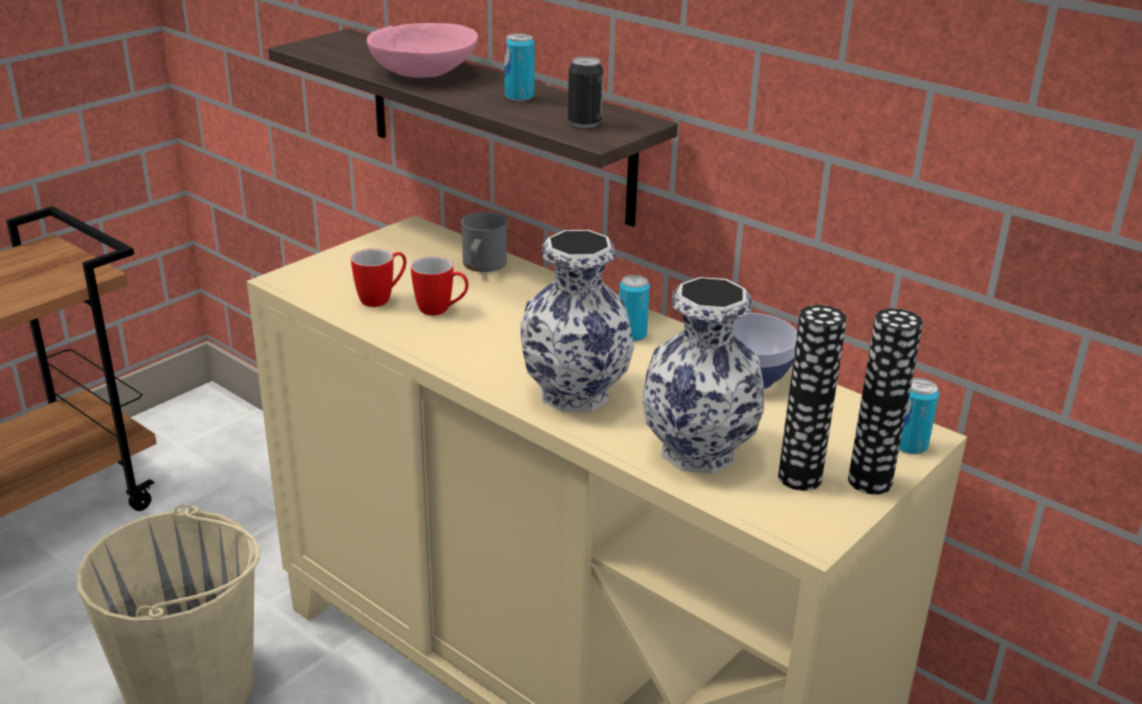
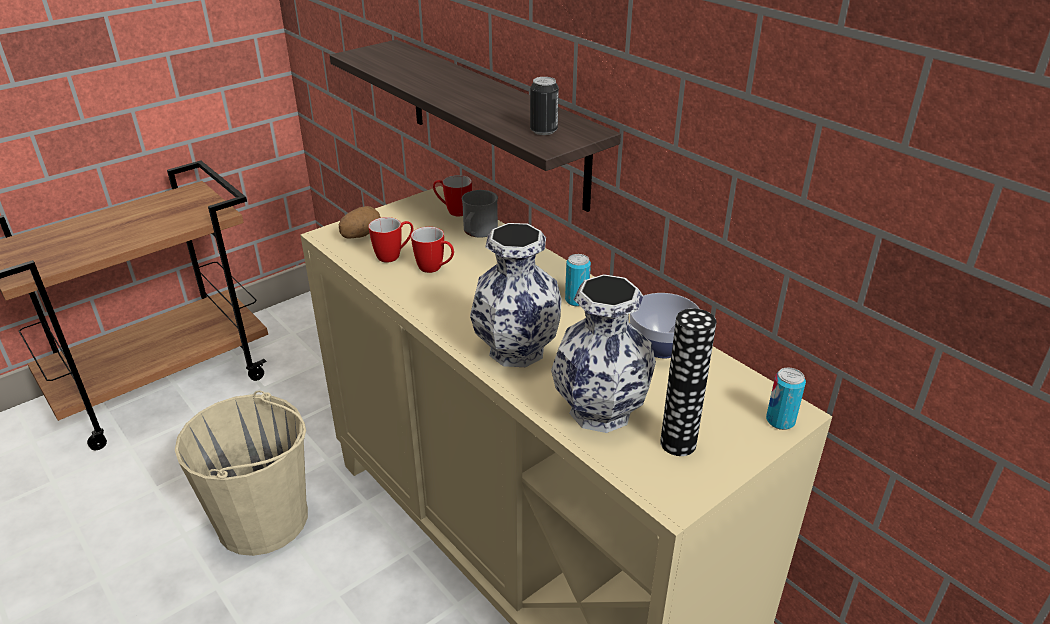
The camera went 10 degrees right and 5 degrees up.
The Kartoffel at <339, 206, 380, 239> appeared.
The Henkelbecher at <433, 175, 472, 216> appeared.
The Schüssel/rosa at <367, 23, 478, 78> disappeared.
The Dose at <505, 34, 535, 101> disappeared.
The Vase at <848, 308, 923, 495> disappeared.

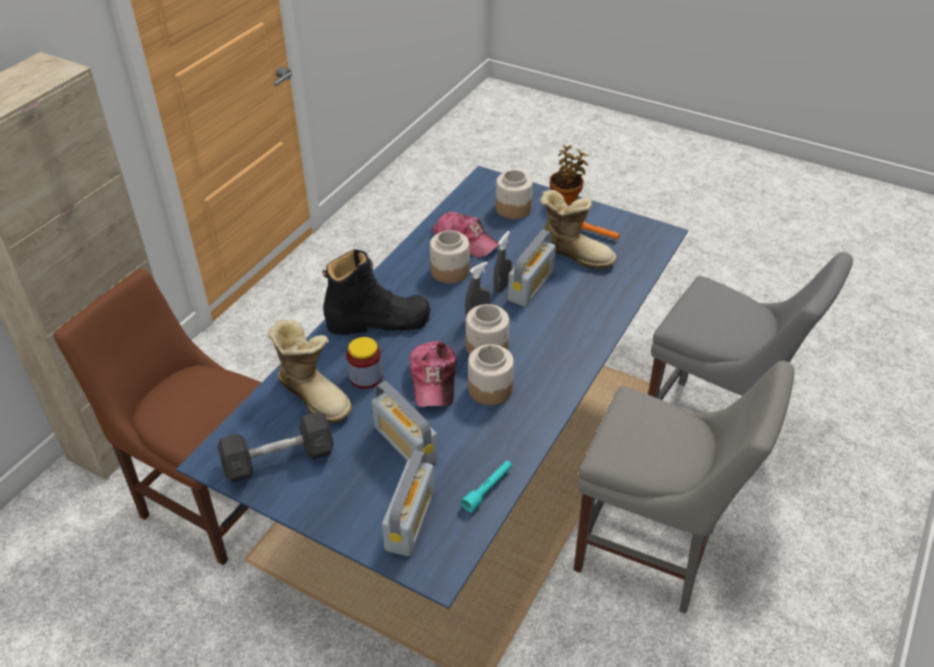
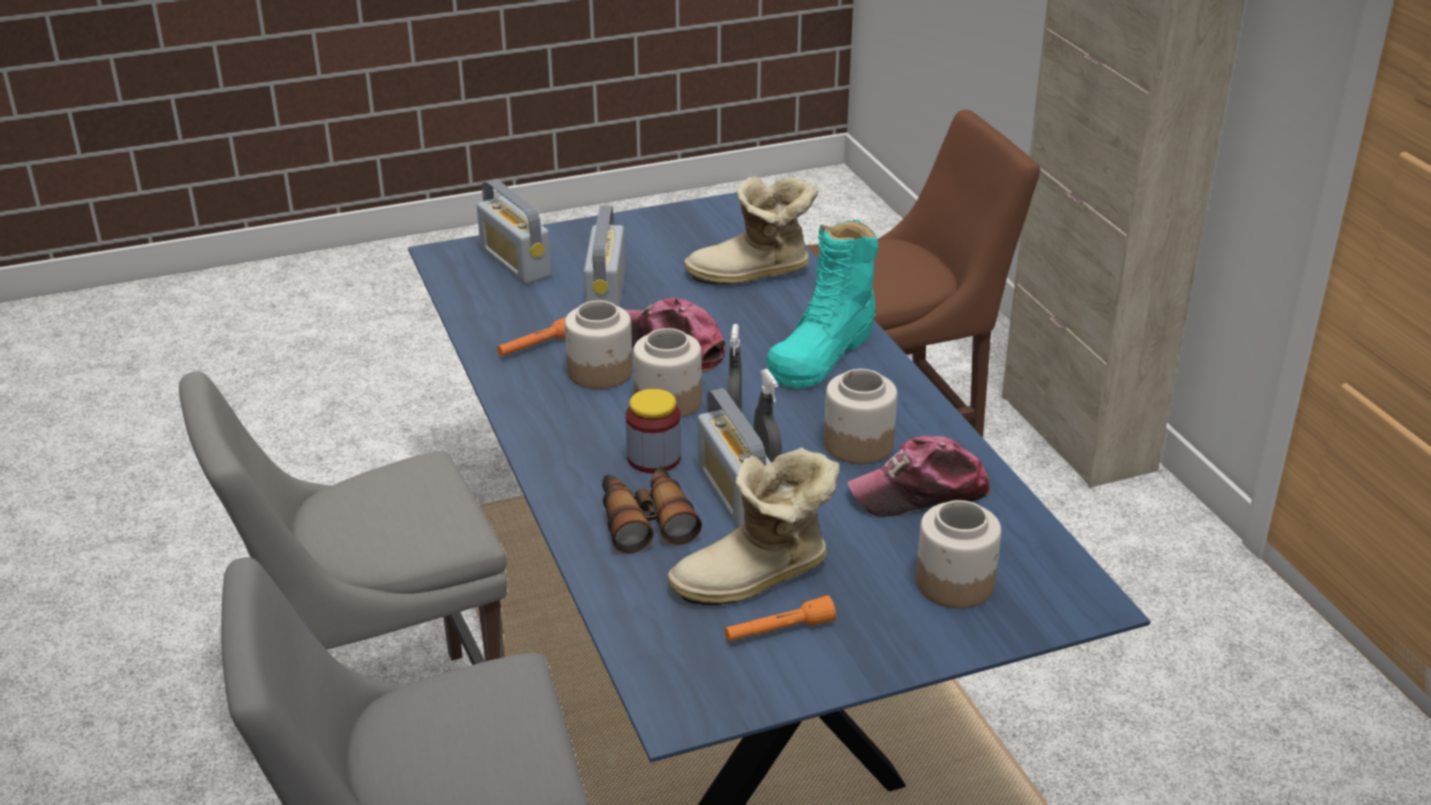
The camera went 130 degrees right and 10 degrees down.
The Taschenlampe/orange at <497, 317, 566, 356> appeared.
The Radio at <372, 381, 438, 464> turned 90 degrees counterclockwise.
The Fernglas at <602, 466, 702, 554> appeared.
The Vorratsglas moved from <346, 337, 383, 389> to <626, 389, 681, 473>.
The Stiefel/schwarz at <323, 249, 431, 335> became the Stiefel/türkis at <766, 220, 878, 388>.
The Hantel/grau at <218, 411, 334, 483> disappeared.
The Taschenlampe/türkis at <461, 461, 512, 512> disappeared.
The Topfpflanze at <550, 145, 589, 206> disappeared.

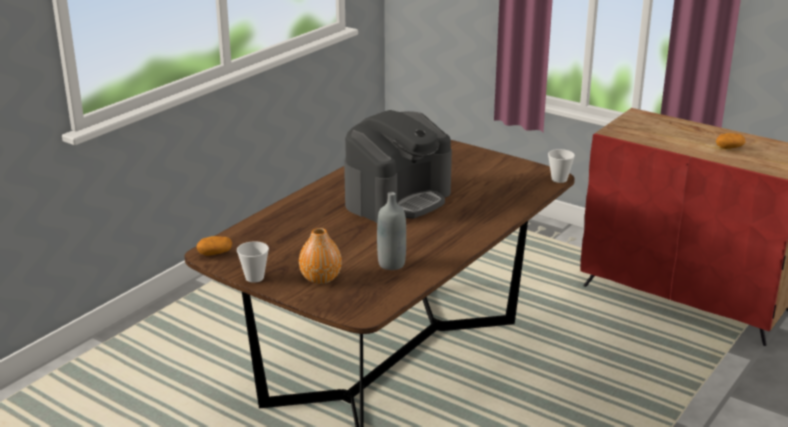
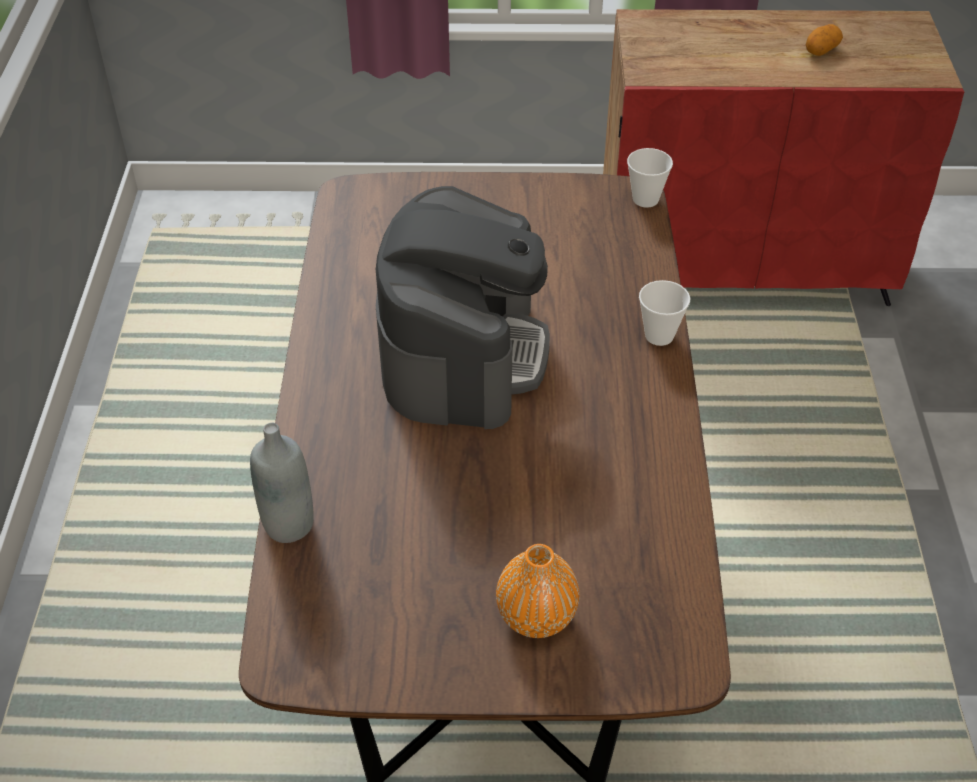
The camera went 35 degrees left and 20 degrees up.
The Flasche/grau moved from <377, 192, 406, 270> to <250, 423, 314, 543>.
The Tasse moved from <237, 241, 269, 283> to <639, 280, 690, 346>.
The Kartoffel at <197, 236, 232, 256> disappeared.

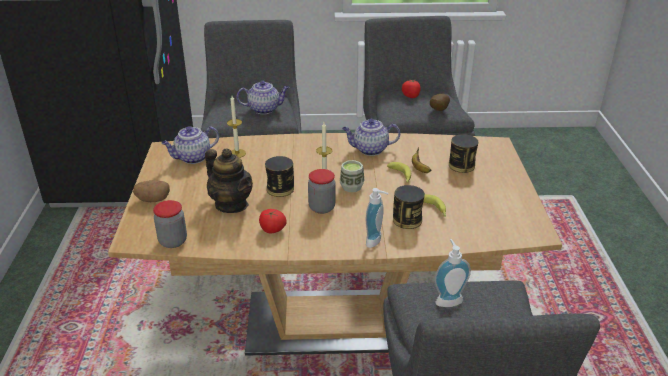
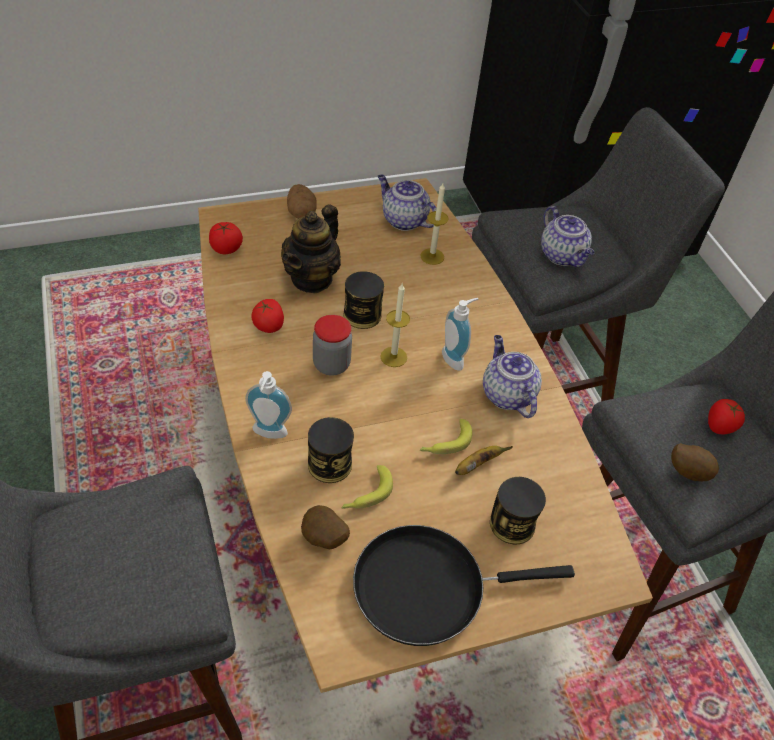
The camera went 70 degrees right and 15 degrees up.
The Vorratsglas at <153, 200, 187, 248> was replaced by the Tomate at <209, 222, 243, 254>.
The Kartoffel at <301, 505, 350, 549> appeared.
The Pfanne/schwarz at <353, 525, 575, 646> appeared.
The Seifenspender moved from <434, 239, 471, 307> to <442, 298, 478, 371>.
The Tasse at <339, 160, 364, 192> disappeared.

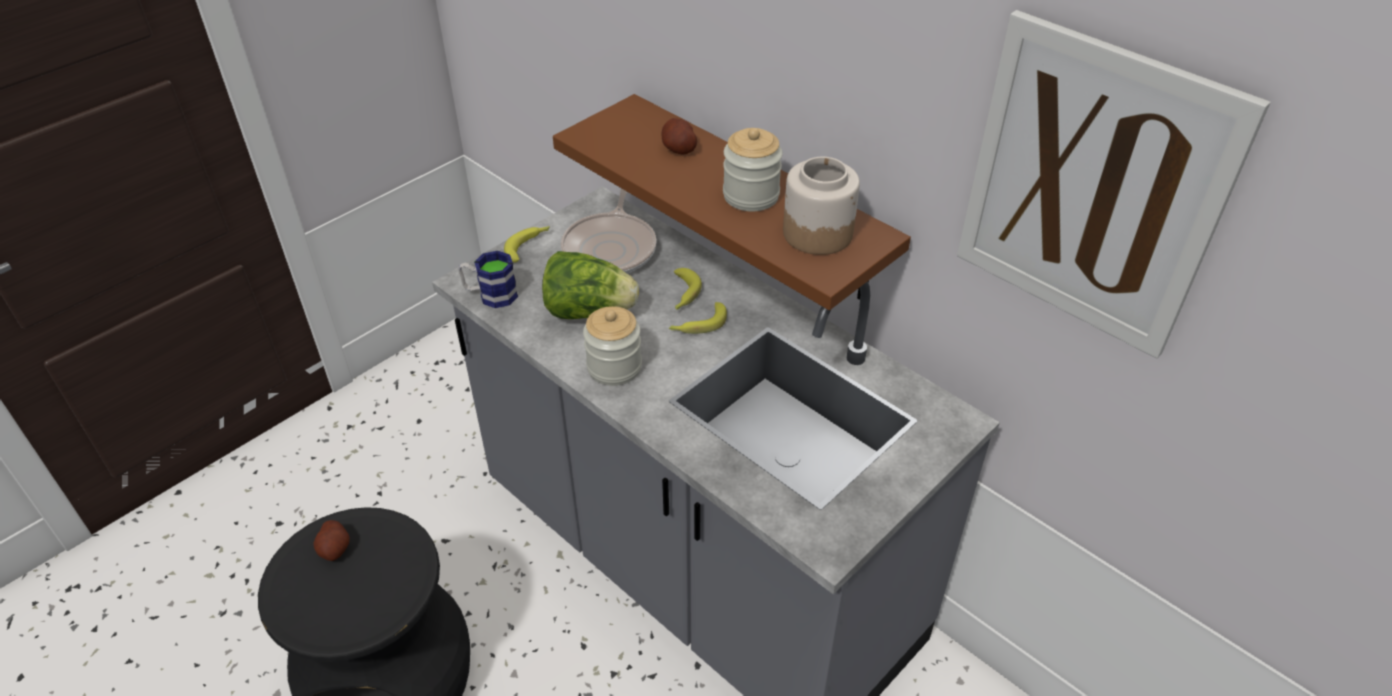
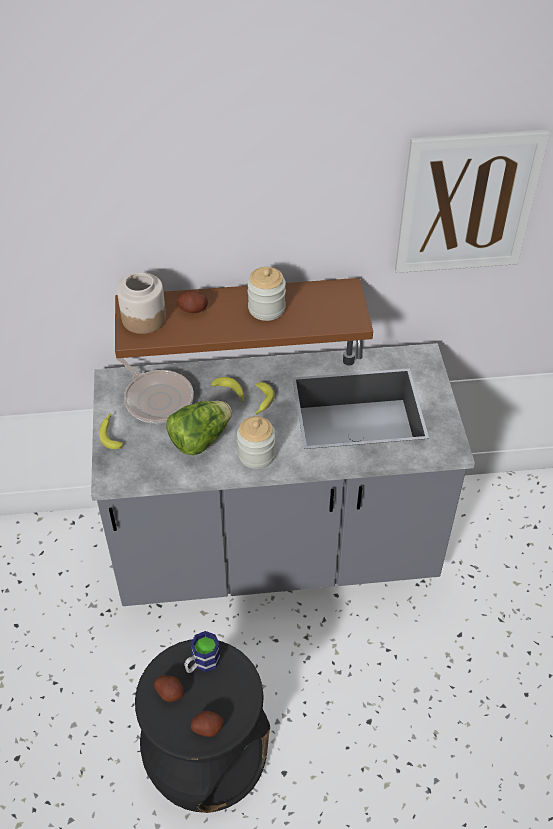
The camera went 50 degrees left and 5 degrees up.
The Vorratsglas moved from <783, 157, 860, 255> to <117, 272, 166, 334>.
The Henkelbecher moved from <459, 251, 518, 308> to <184, 631, 221, 673>.
The Kartoffel at <191, 711, 224, 737> appeared.

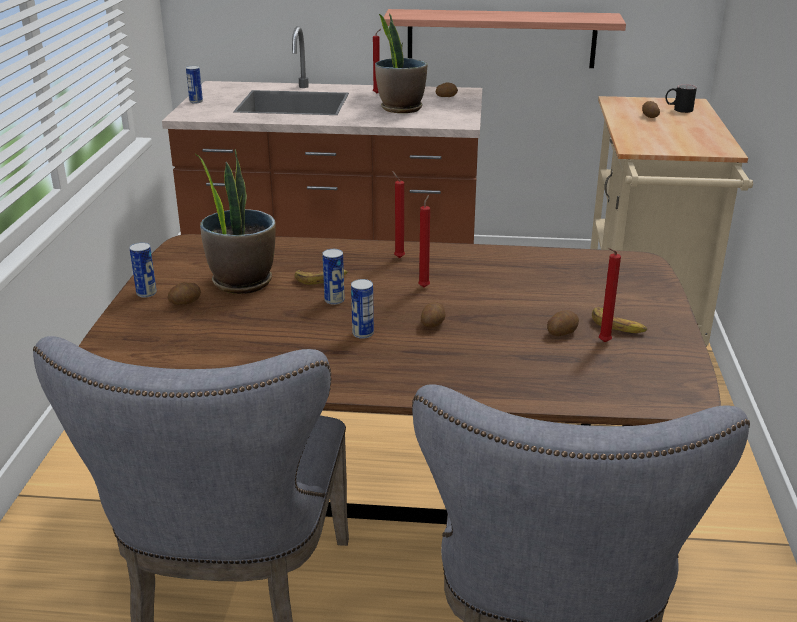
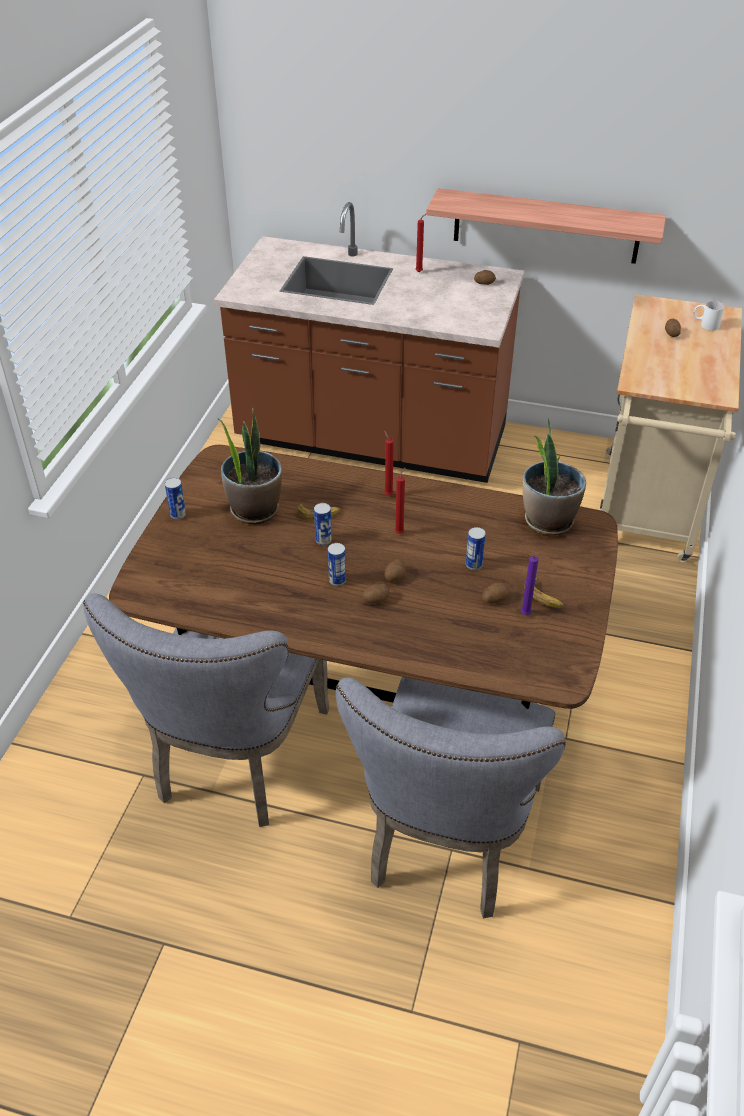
The camera went 10 degrees right and 15 degrees up.
The Kartoffel moved from <168, 282, 201, 305> to <362, 584, 390, 604>.
The Dose moved from <186, 66, 203, 104> to <466, 527, 486, 570>.
The Kerze/rot at <599, 248, 621, 342> became the Kerze/lila at <521, 555, 539, 615>.
The Topfpflanze moved from <375, 13, 427, 113> to <523, 419, 586, 535>.
The Henkelbecher/schwarz at <665, 84, 697, 113> became the Henkelbecher/weiß at <694, 301, 725, 331>.

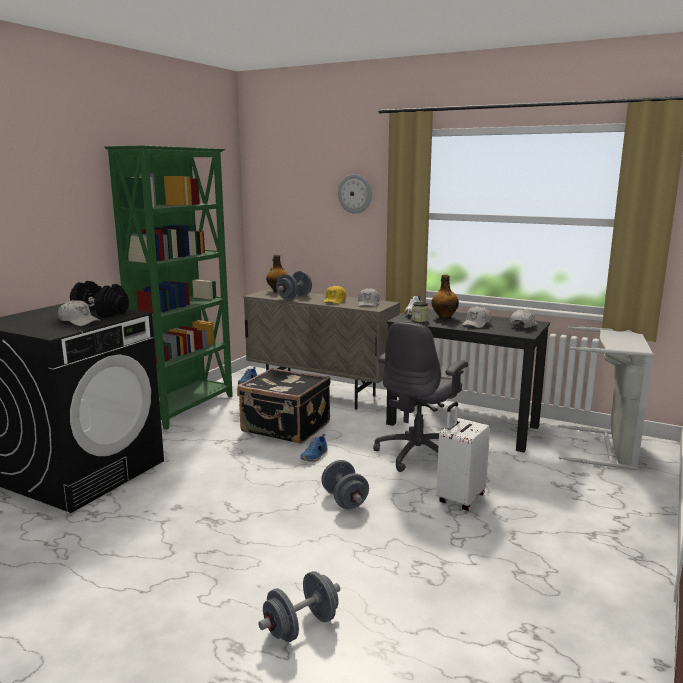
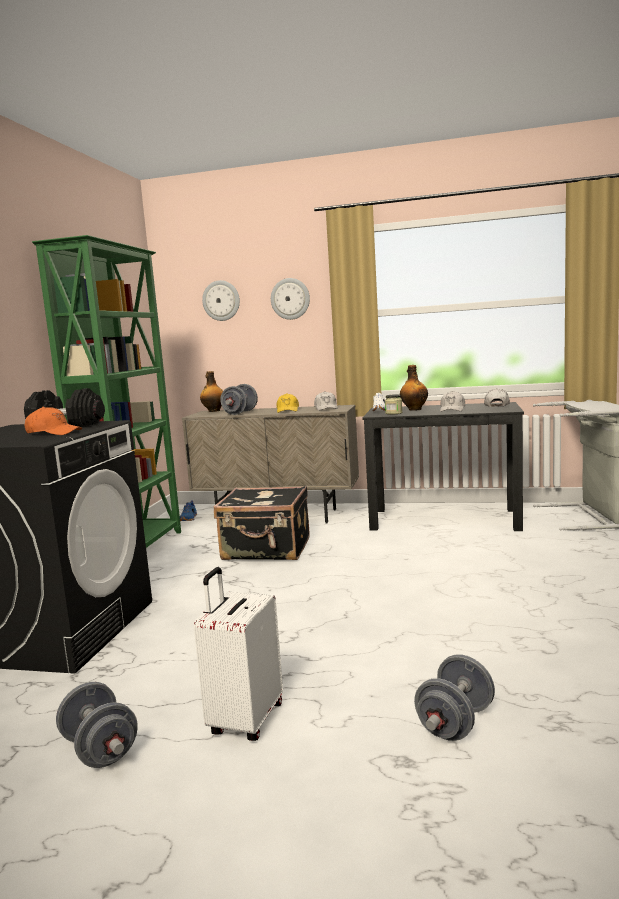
The camera went 15 degrees left and 5 degrees down.
The Kappe/weiß at <58, 300, 101, 326> became the Kappe/orange at <24, 406, 82, 435>.
The Hantel/grau moved from <321, 460, 369, 509> to <56, 682, 138, 768>.
The Koffer/weiß moved from <436, 402, 490, 511> to <194, 567, 283, 741>.
The Wanduhr at <202, 280, 240, 321> appeared.
The Schuh/blau at <300, 434, 328, 462> disappeared.
The Bürostuhl/grau at <373, 321, 468, 472> disappeared.

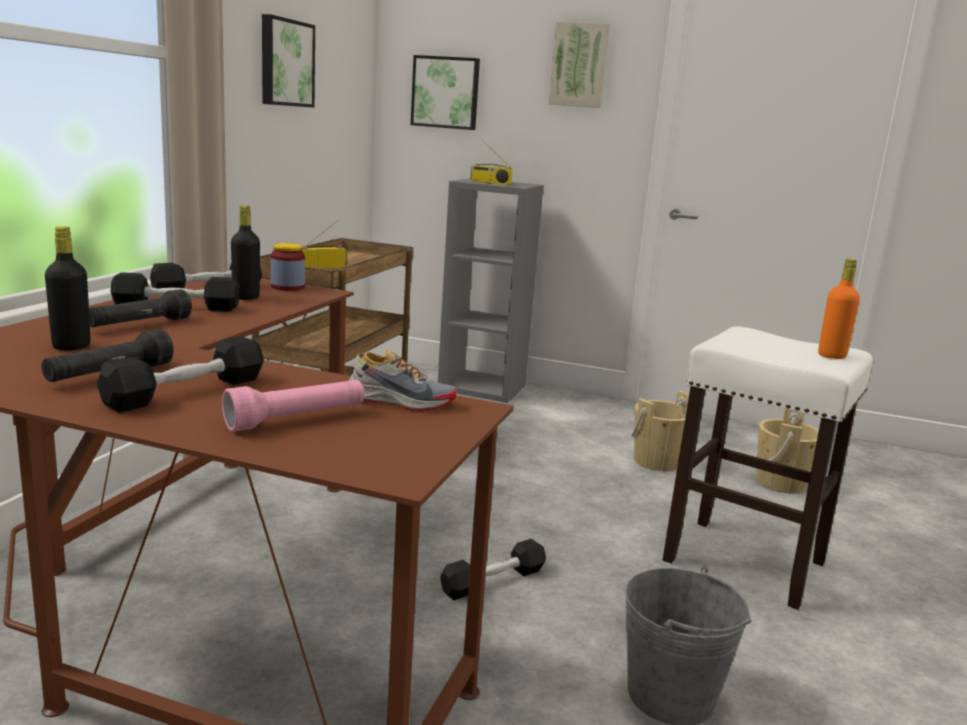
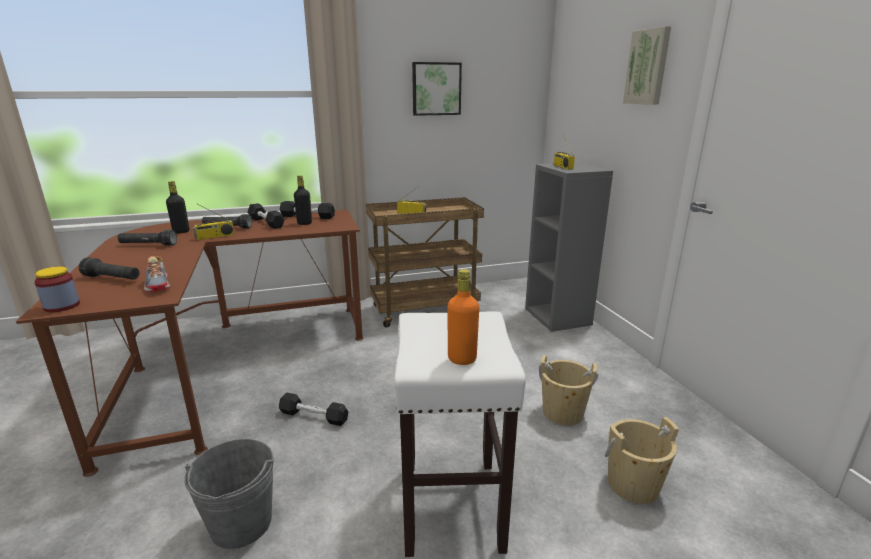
The camera went 55 degrees right and 5 degrees up.
The Vorratsglas moved from <271, 243, 305, 291> to <34, 267, 80, 312>.
The Taschenlampe/rosa at <222, 380, 364, 432> became the Taschenlampe/schwarz at <79, 257, 140, 280>.
The Radio at <193, 204, 235, 240> appeared.
The Hantel/schwarz at <97, 336, 264, 413> disappeared.
The Bild at <411, 55, 480, 130> disappeared.

